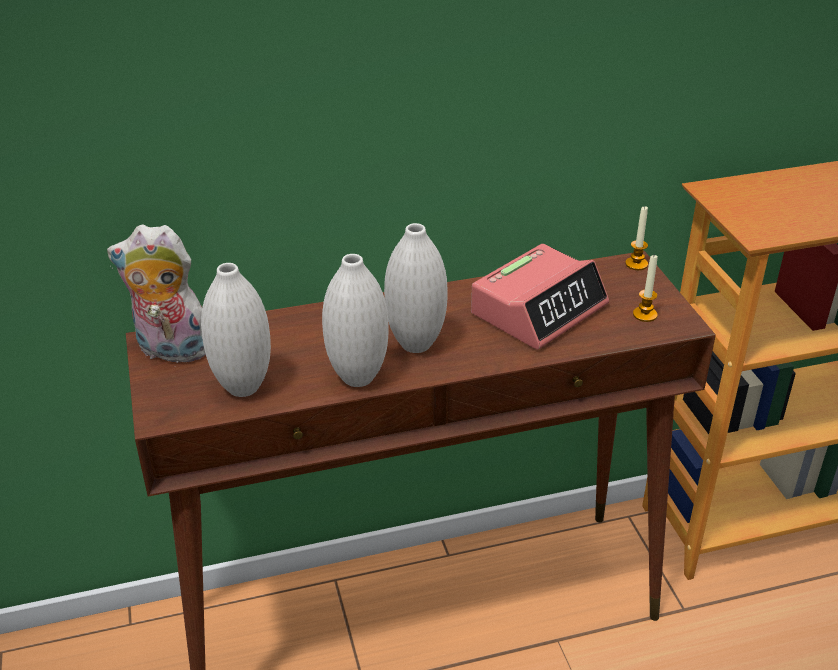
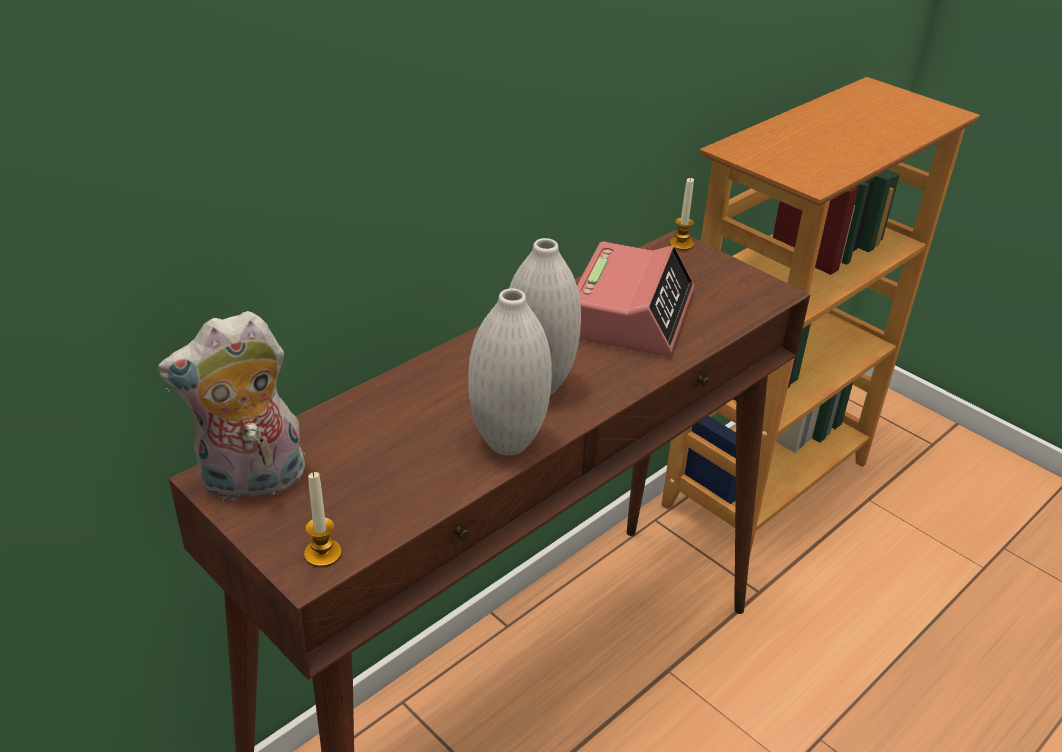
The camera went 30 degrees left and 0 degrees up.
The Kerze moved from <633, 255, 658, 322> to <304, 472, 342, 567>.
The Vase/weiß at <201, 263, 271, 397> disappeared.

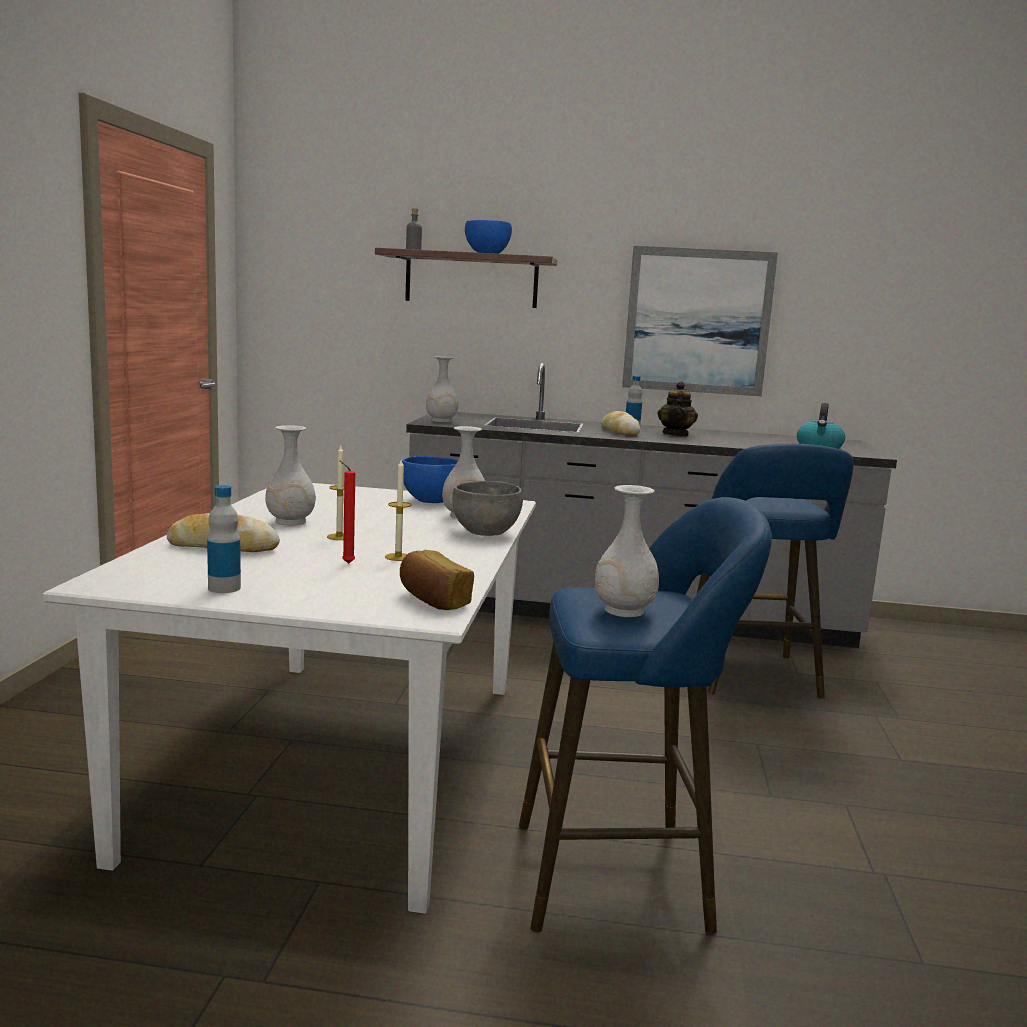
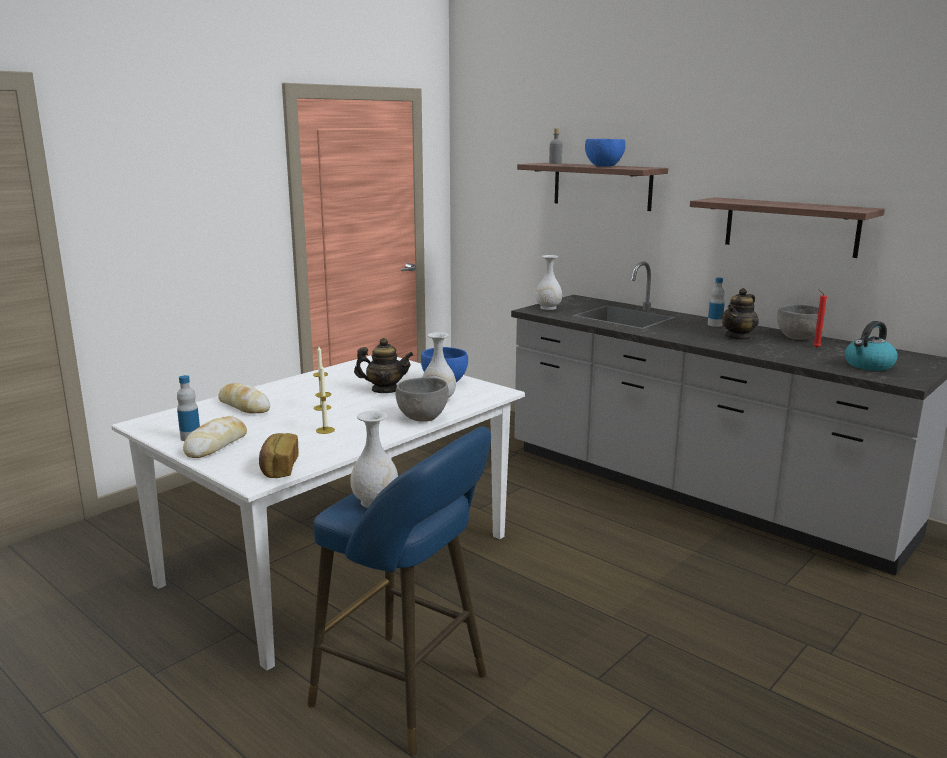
The camera went 35 degrees right and 5 degrees up.
The Brot moved from <601, 411, 640, 436> to <183, 416, 247, 458>.
The Teekanne at <354, 338, 414, 393> appeared.
The Bild at <622, 246, 778, 396> was replaced by the Wandregal at <690, 197, 885, 258>.
The Schüssel/grau at <777, 304, 826, 340> appeared.
The Kerze/rot moved from <340, 461, 355, 564> to <813, 289, 827, 348>.
The Vase/weiß at <265, 425, 316, 525> disappeared.
The Hocker/blau at <697, 444, 854, 698> disappeared.

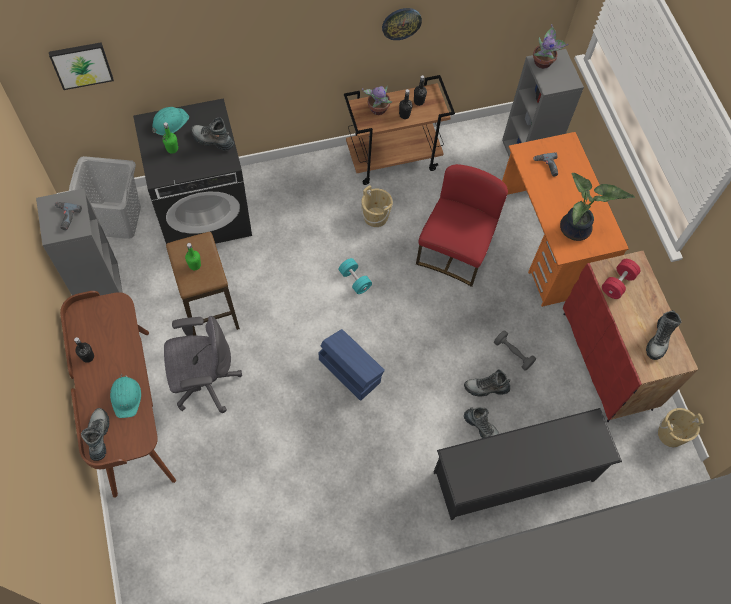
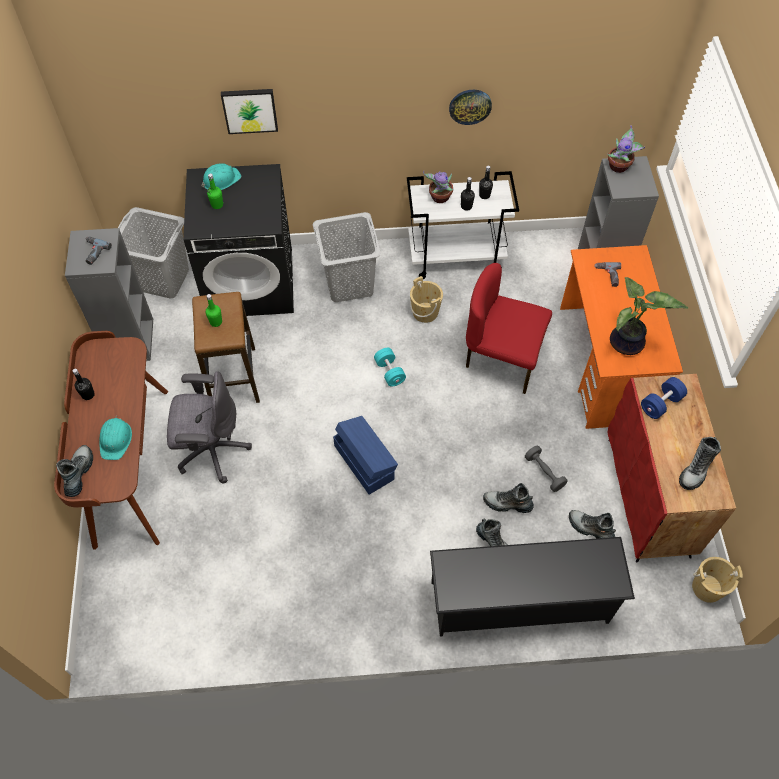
The camera went 15 degrees right and 5 degrees down.
The Bild moved from <49, 42, 114, 90> to <221, 89, 278, 134>.
The Wäschekorb/grau at <313, 212, 381, 302> appeared.
The Rollwagen/braun at <344, 75, 455, 185> became the Rollwagen/weiß at <407, 171, 519, 279>.
The Stuhl/rot at <416, 164, 508, 287> turned 105 degrees counterclockwise.
The Stiefel moved from <191, 117, 234, 151> to <569, 510, 616, 539>.
The Hantel/rot at <602, 259, 640, 299> became the Hantel/blau at <641, 377, 687, 419>.

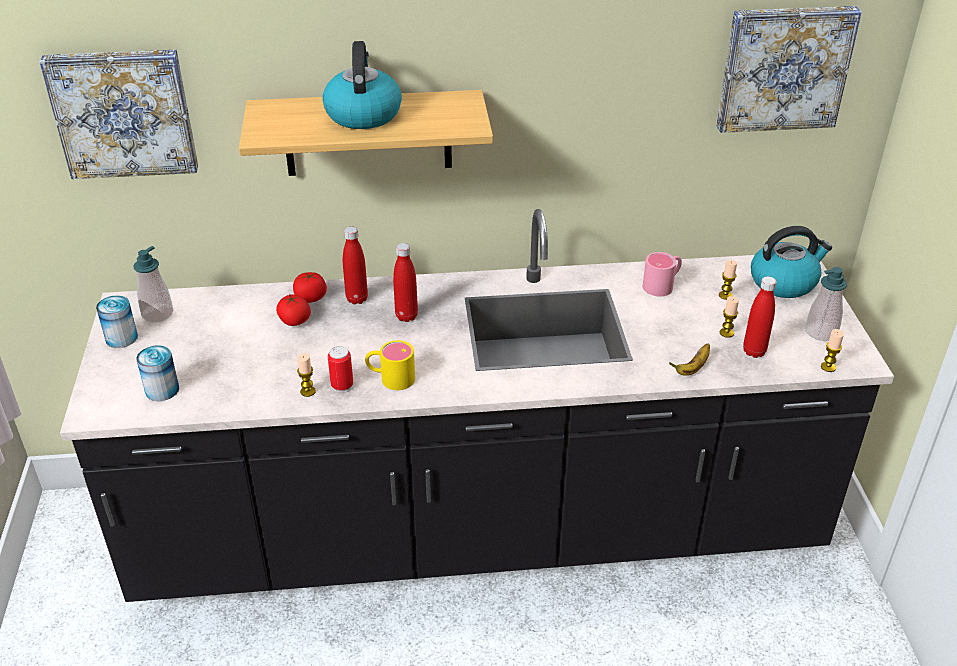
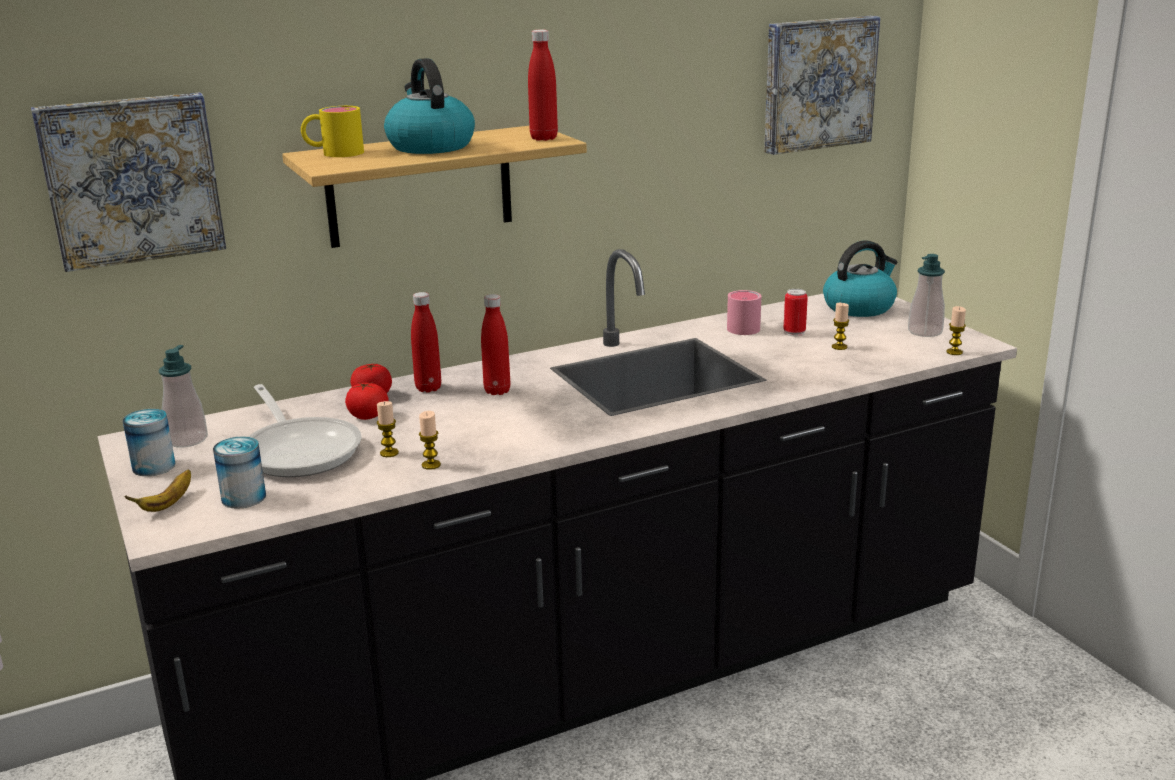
The camera went 20 degrees left and 15 degrees down.
The Banane moved from <669, 344, 710, 376> to <124, 469, 191, 512>.
The Pfanne at <248, 384, 362, 477> appeared.
The Henkelbecher/gelb moved from <365, 340, 415, 390> to <301, 106, 364, 157>.
The Kerze moved from <719, 260, 737, 300> to <377, 401, 399, 457>.
The Flasche/rot moved from <743, 276, 777, 358> to <528, 30, 558, 141>.
The Dose moved from <328, 346, 353, 393> to <783, 289, 808, 336>.

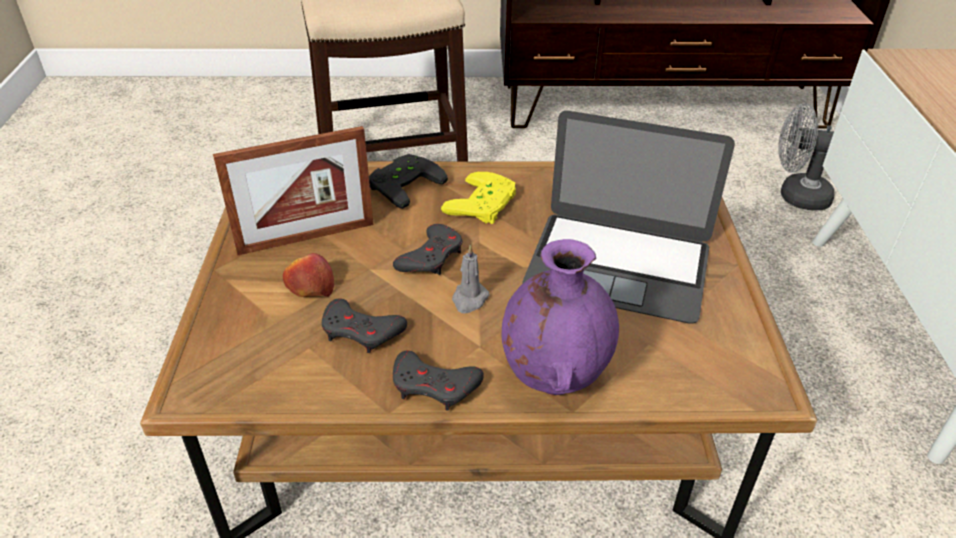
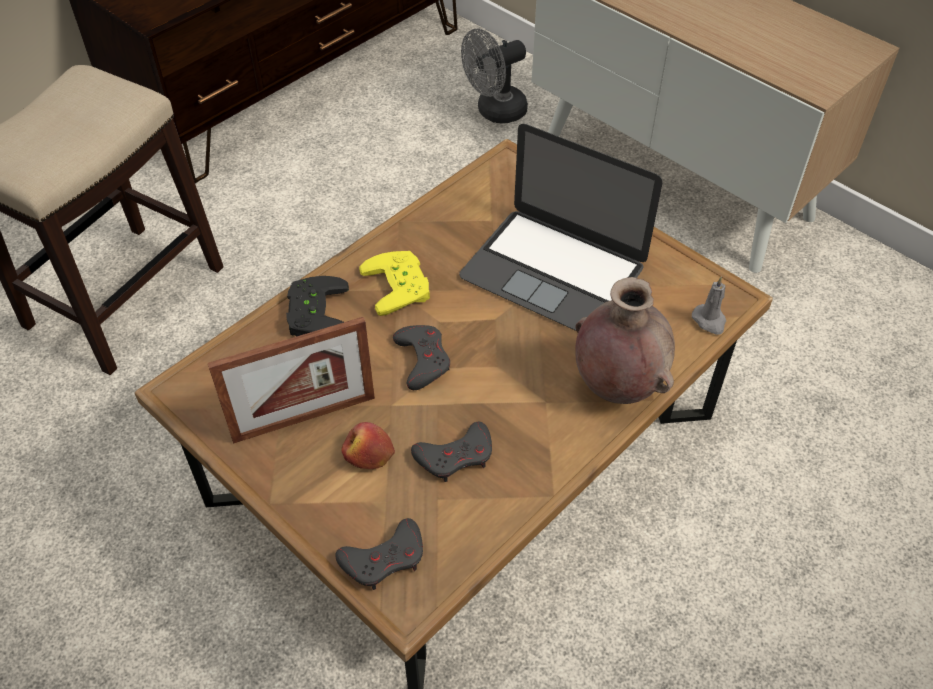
The camera went 45 degrees left and 10 degrees up.
The Bilderrahmen at <213, 126, 373, 255> turned 45 degrees clockwise.
The Gamepad/grau moved from <393, 351, 484, 411> to <335, 518, 423, 590>.
The Laptop at <523, 111, 735, 324> turned 60 degrees clockwise.
The Vase/lila at <502, 239, 619, 395> became the Vase/braun at <575, 277, 675, 404>.
The Kerze/grau moved from <452, 244, 490, 314> to <692, 276, 726, 335>.

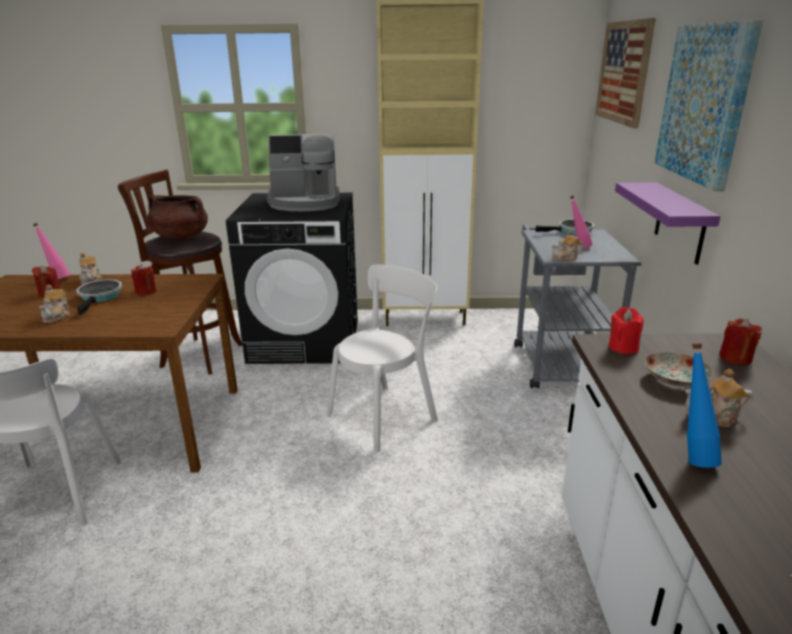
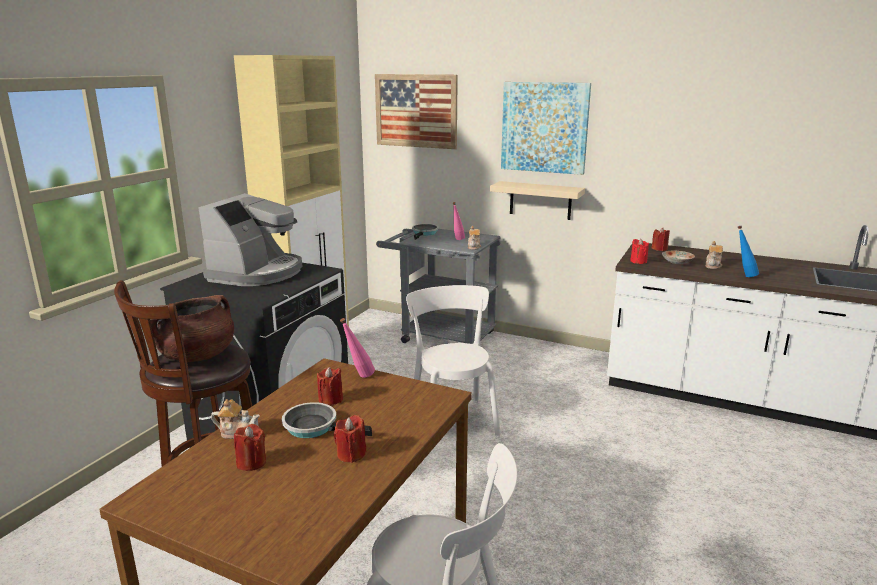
The camera went 65 degrees left and 5 degrees down.
The Teekanne at <39, 285, 70, 323> was replaced by the Kerze/rot at <334, 415, 366, 463>.
The Flasche/rosa moved from <33, 223, 71, 279> to <340, 318, 375, 378>.
The Wandregal/lila at <615, 182, 720, 265> became the Wandregal/beige at <490, 181, 585, 220>.

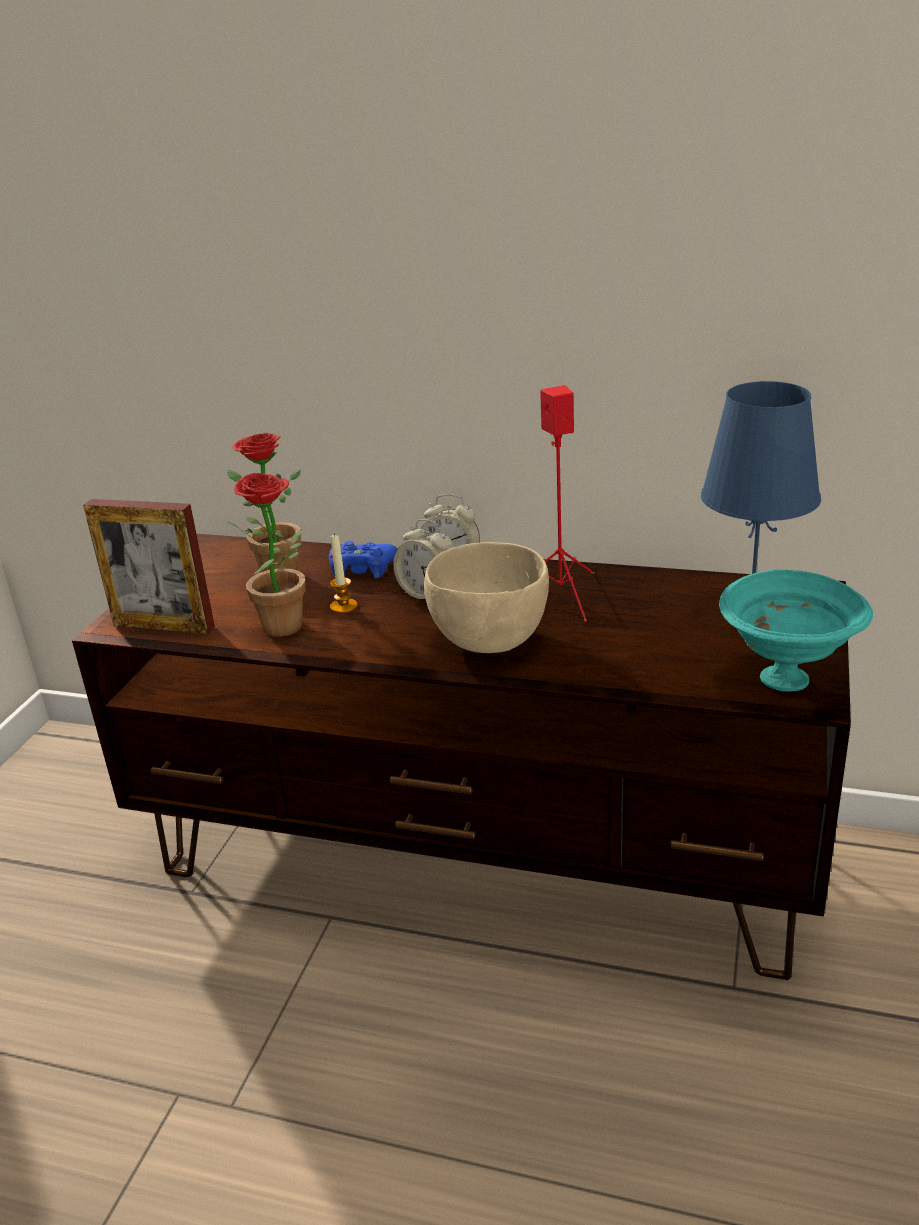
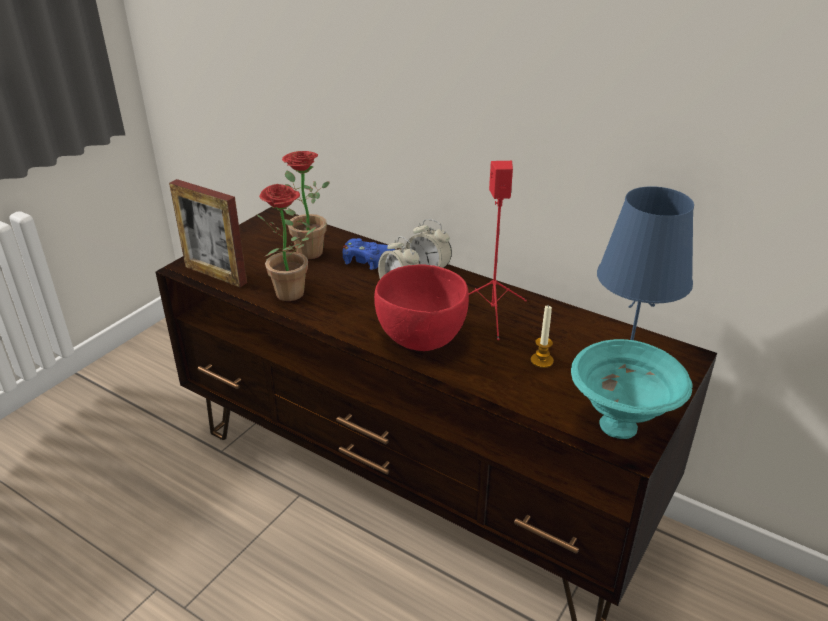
The camera went 15 degrees right and 5 degrees up.
The Schüssel/beige at <424, 542, 549, 653> became the Schüssel/rot at <374, 264, 469, 351>.
The Kerze moved from <330, 533, 358, 614> to <531, 305, 554, 368>.

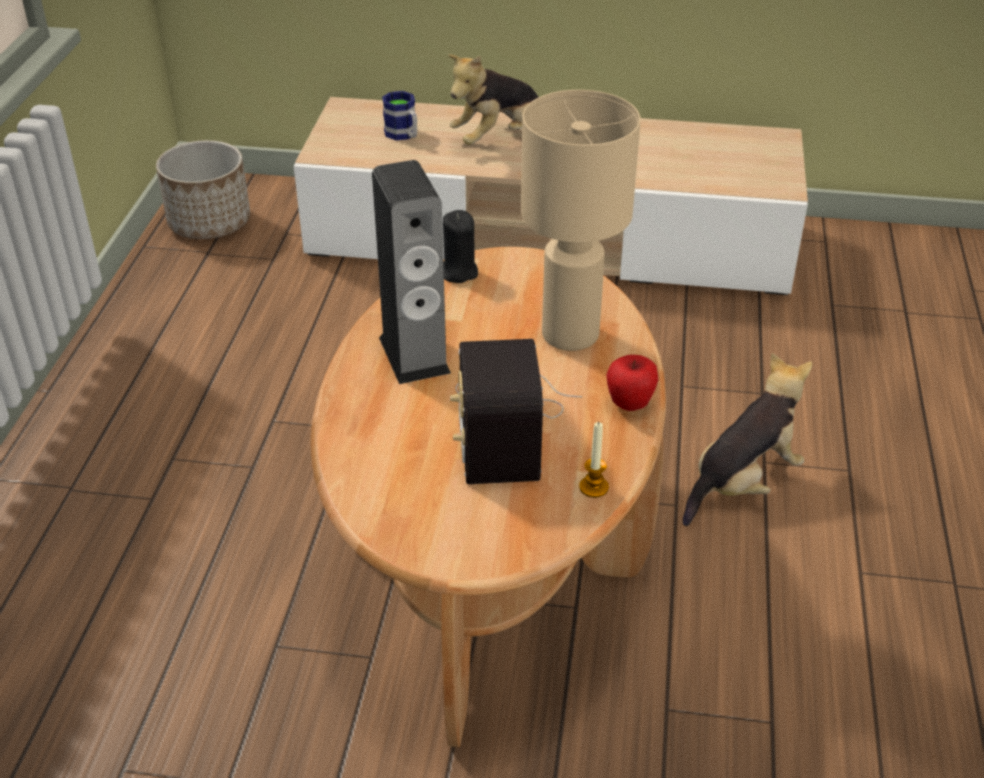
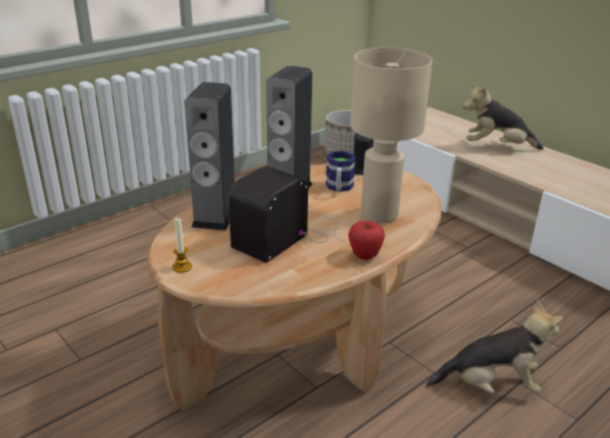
The camera went 40 degrees right and 10 degrees down.
The Kerze moved from <579, 422, 609, 498> to <172, 217, 192, 273>.
The Lautsprecher at <184, 82, 235, 231> appeared.
The Henkelbecher moved from <382, 91, 417, 140> to <326, 151, 356, 192>.

